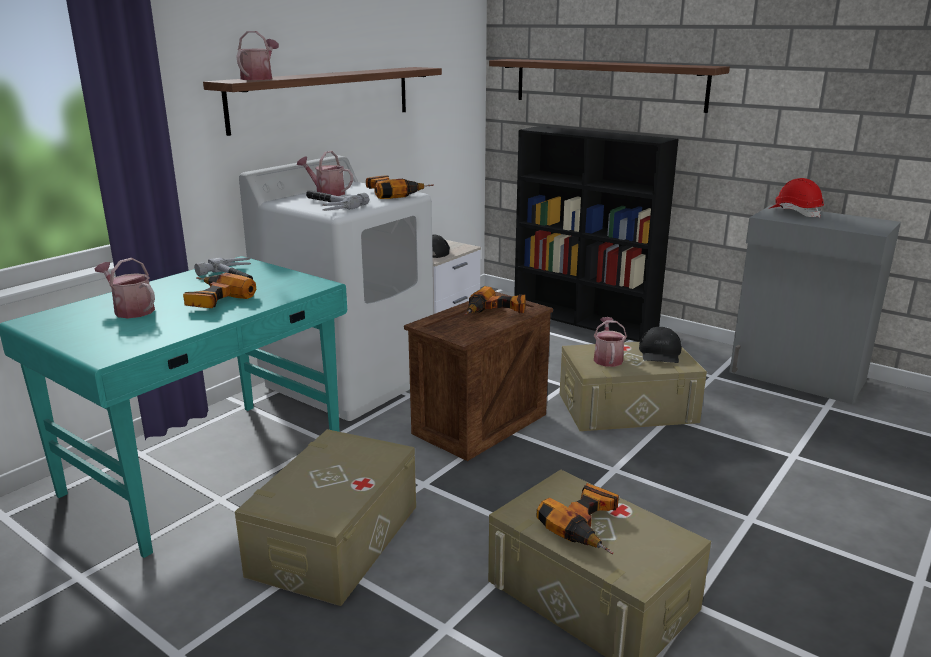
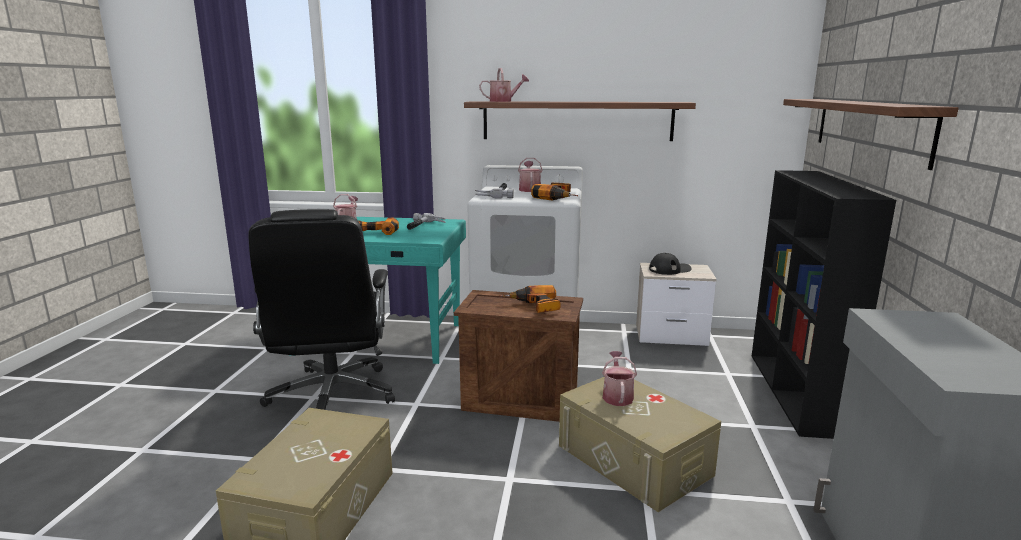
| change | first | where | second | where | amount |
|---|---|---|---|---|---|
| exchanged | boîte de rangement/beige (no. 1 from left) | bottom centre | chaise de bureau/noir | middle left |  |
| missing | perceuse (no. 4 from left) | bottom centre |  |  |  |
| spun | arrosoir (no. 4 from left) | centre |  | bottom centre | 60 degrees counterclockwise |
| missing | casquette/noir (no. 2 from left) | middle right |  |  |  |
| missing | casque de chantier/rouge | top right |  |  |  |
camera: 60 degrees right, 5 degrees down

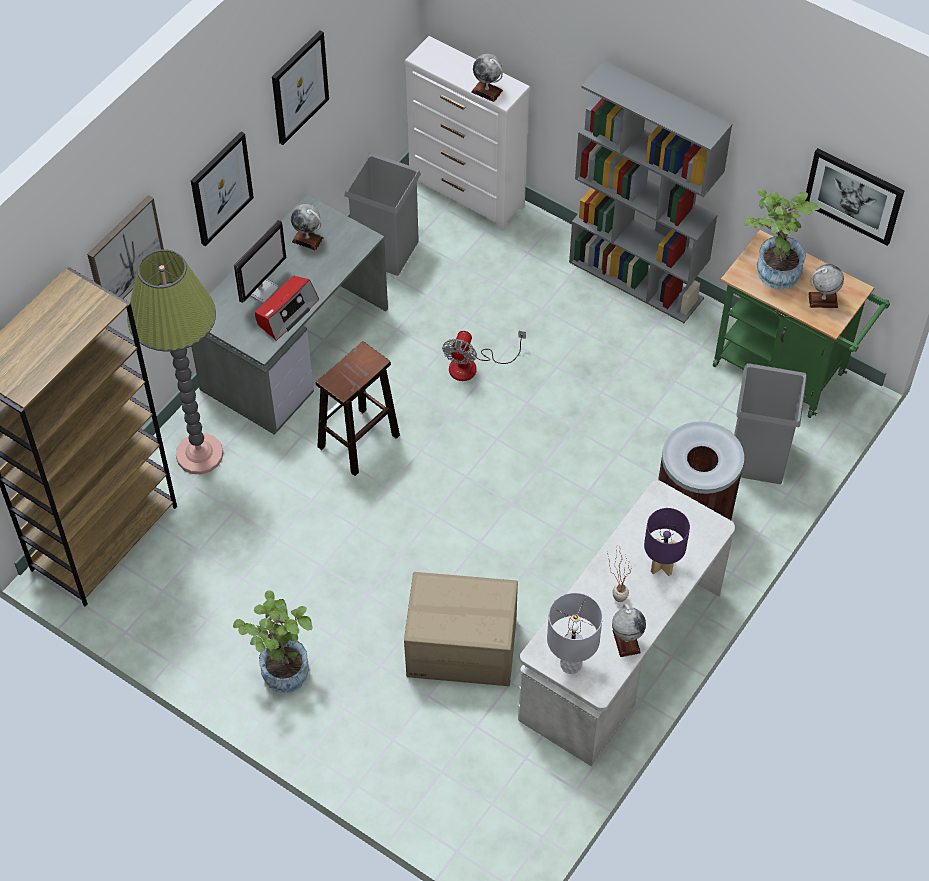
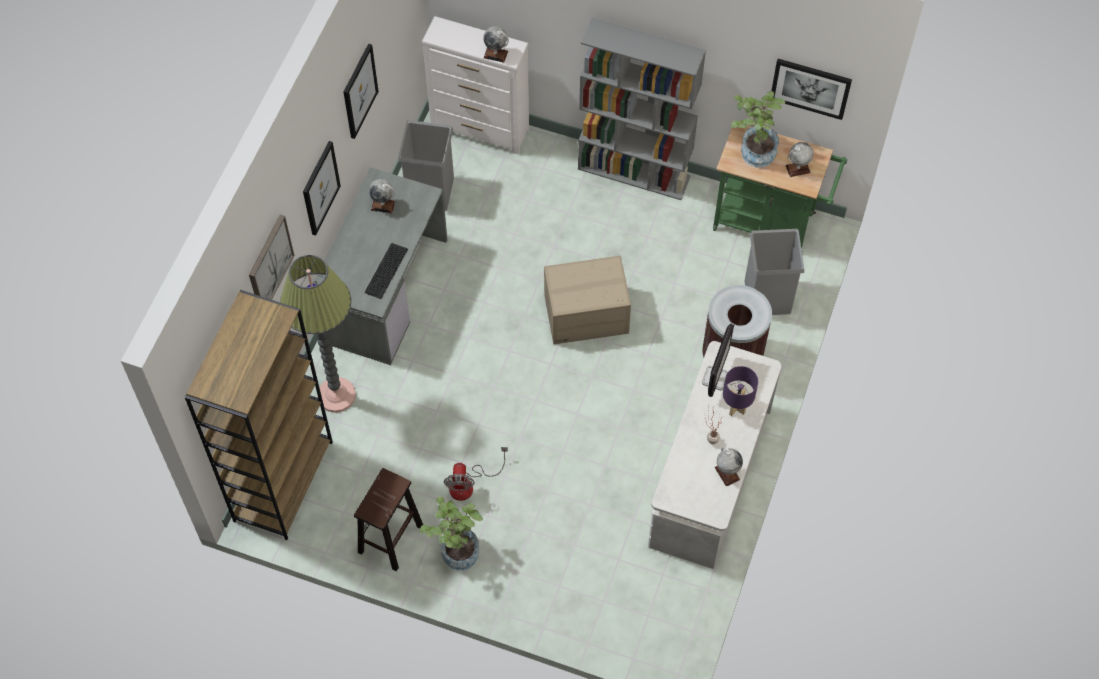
| change | first | where | second | where | amount |
|---|---|---|---|---|---|
| relocated | écran d'ordinateur | top left |  | centre |  |
| exchanged | radio | middle left | clavier | centre |  |
| relocated | tabouret/marron | centre |  | bottom centre |  |
| relocated | carton | bottom centre |  | centre |  |
| relocated | ventilateur | centre |  | bottom centre |  |
| missing | lampe de table/gris | bottom centre |  |  |  |
camera: 15 degrees left, 5 degrees up

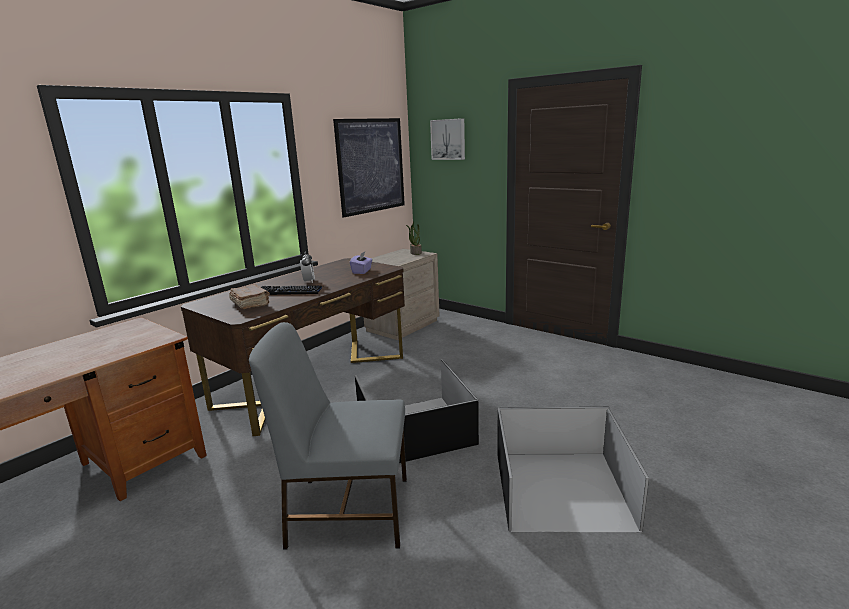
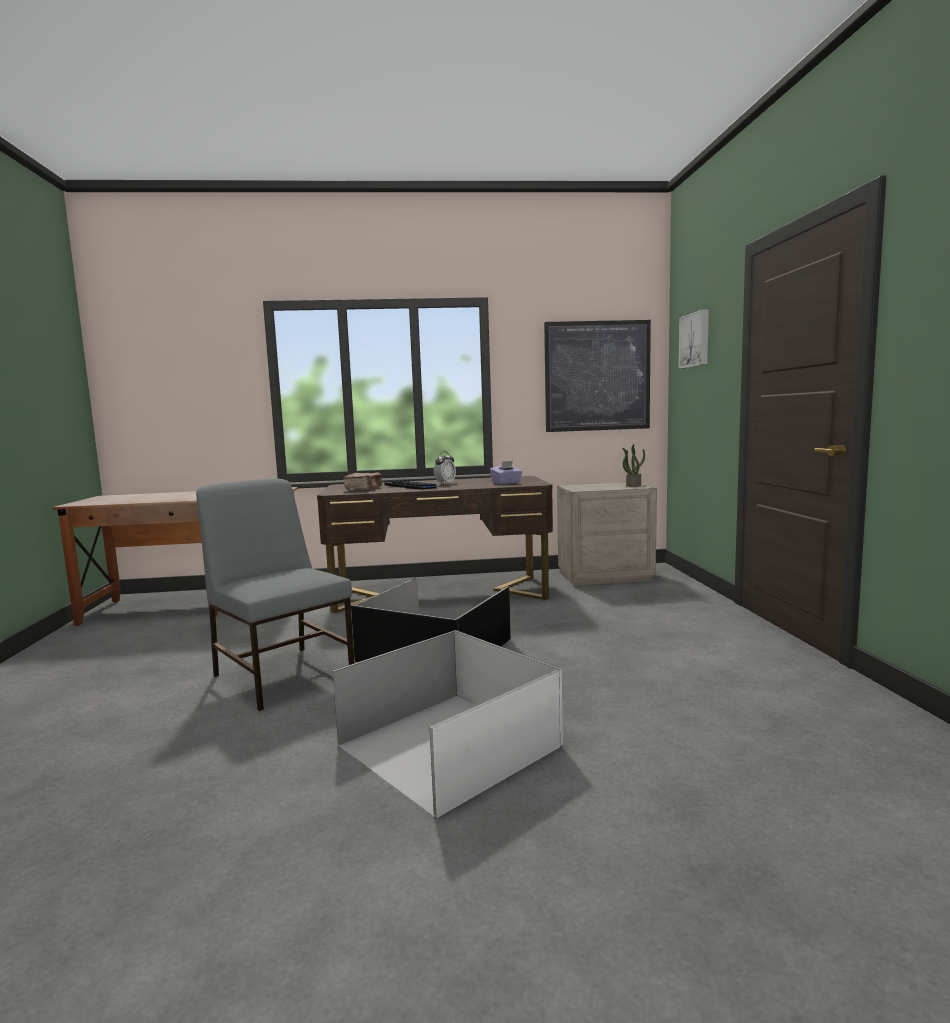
| change | first | where | second | where | amount |
|---|---|---|---|---|---|
| colour | boîte de rangement/noir (no. 2 from left) | bottom right | boîte de rangement/blanc | bottom centre |  |
camera: 45 degrees right, 10 degrees down

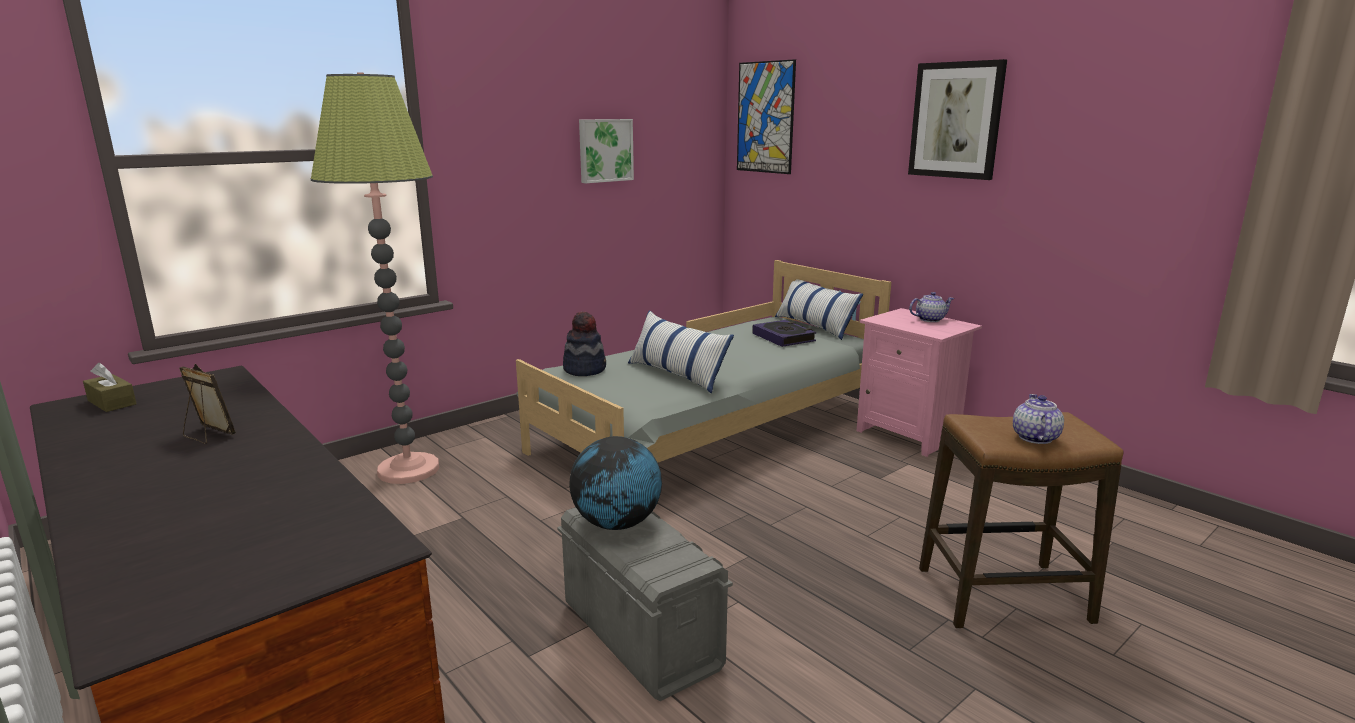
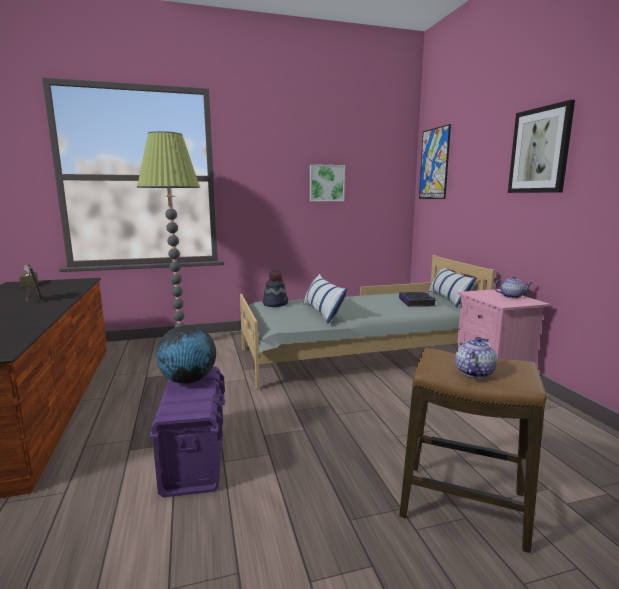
| change | first | where | second | where | amount |
|---|---|---|---|---|---|
| colour | boîte de rangement/gris | bottom centre | boîte de rangement/violet | bottom left |  |
camera: 25 degrees right, 5 degrees down

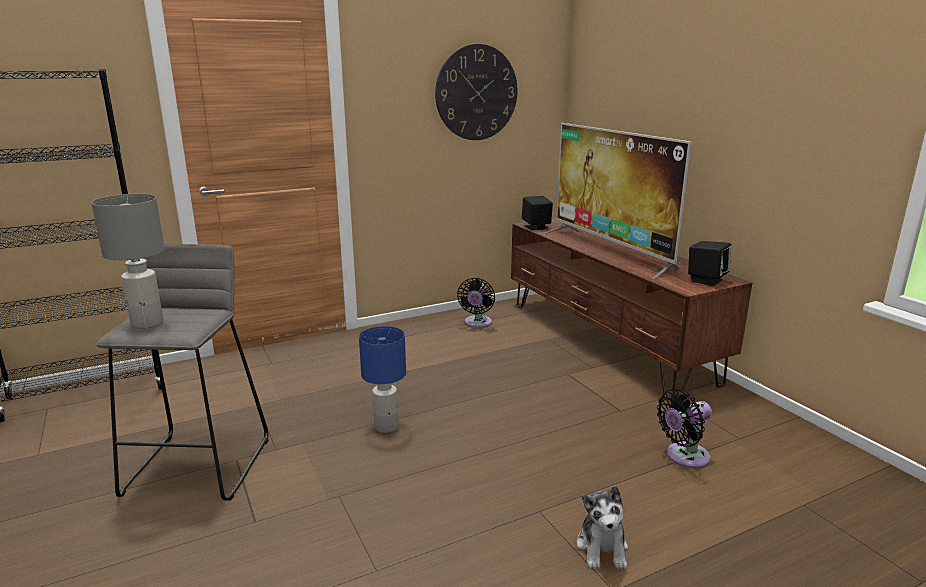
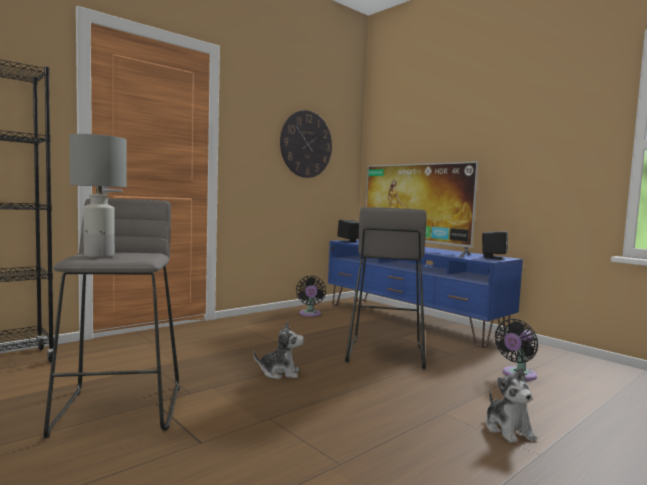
| change | first | where | second | where | amount |
|---|---|---|---|---|---|
| exchanged | lampe de table/bleu | centre | peluche (no. 1 from left) | bottom centre |  |
| colour | meuble télé/marron | middle right | meuble télé/bleu | centre |  |
| appeared |  |  | tabouret/gris (no. 2 from left) | centre |  |
camera: 15 degrees left, 15 degrees down

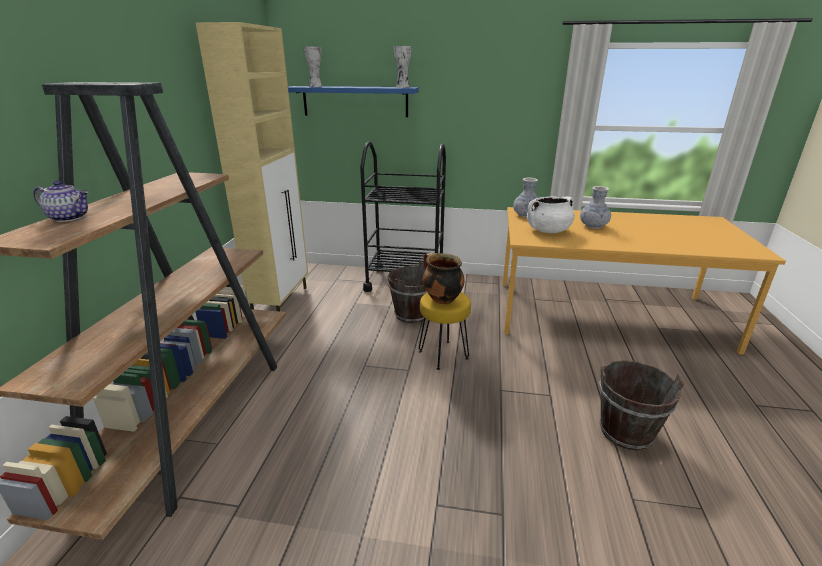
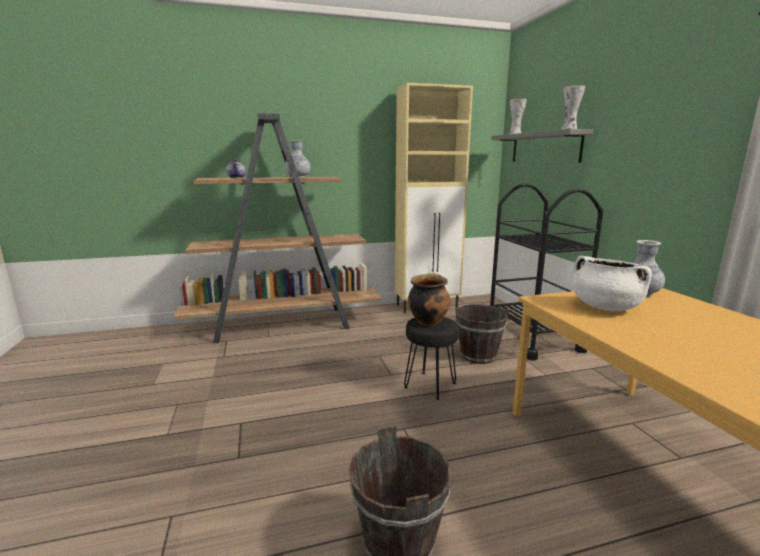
| change | first | where | second | where | amount |
|---|---|---|---|---|---|
| colour | étagère/bleu | top centre | étagère/gris | top right |  |
| colour | tabouret/jaune | centre | tabouret/noir | centre |  |
| relocated | vase (no. 4 from left in the first image) | middle right | vase (no. 1 from left) | top centre |  |
camera: 65 degrees right, 10 degrees down

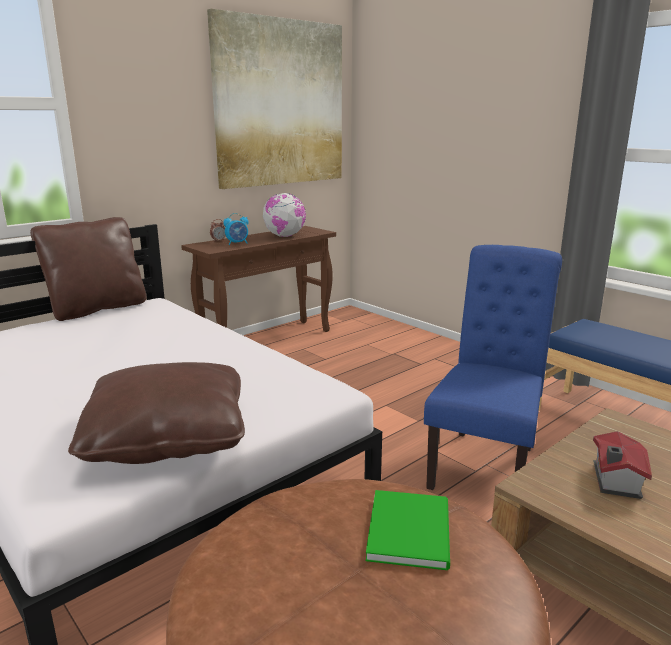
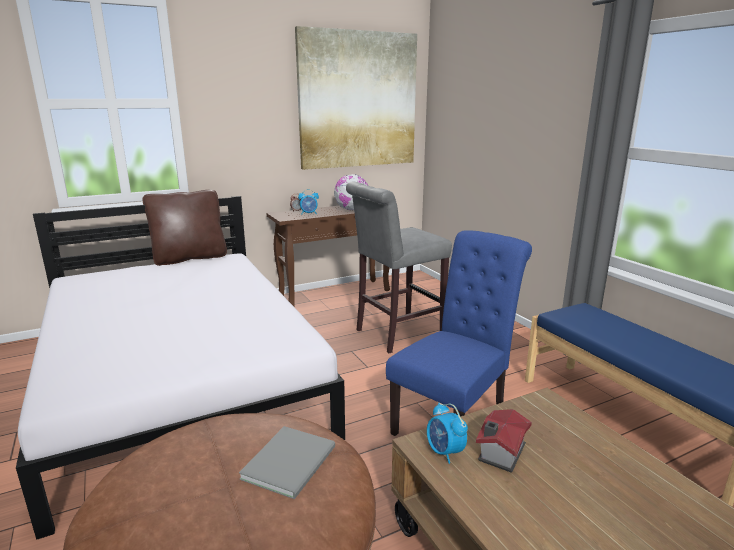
| change | first | where | second | where | amount |
|---|---|---|---|---|---|
| missing | coussin/marron (no. 2 from left) | middle left |  |  |  |
| colour | livre/vert | bottom centre | livre/gris | bottom centre |  |
| appeared |  |  | tabouret/gris | centre |  |
| appeared |  |  | réveil (no. 3 from left) | bottom centre |  |
camera: 15 degrees right, 0 degrees up

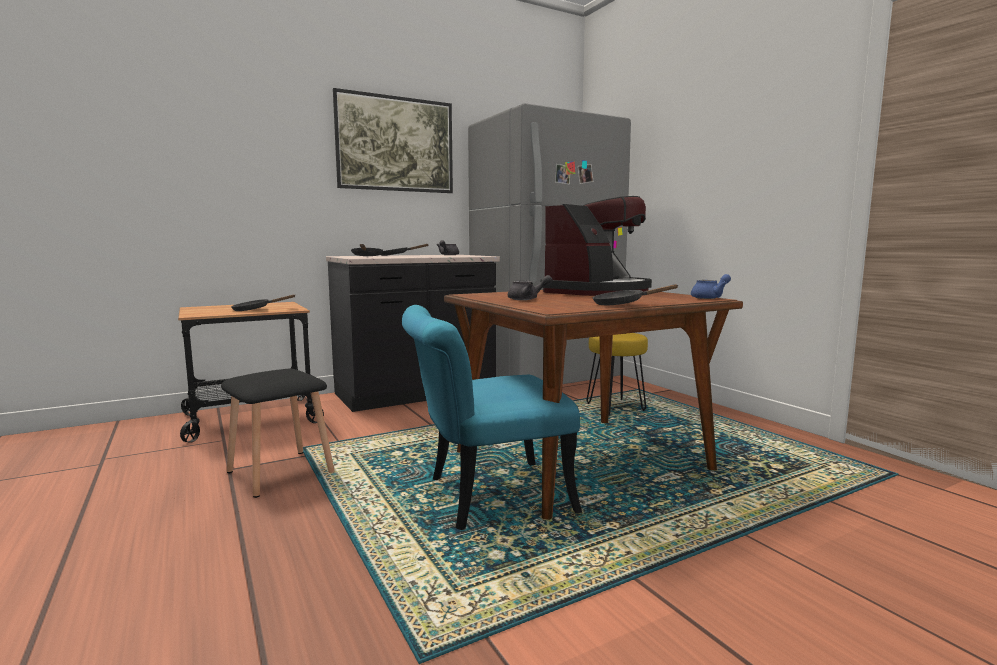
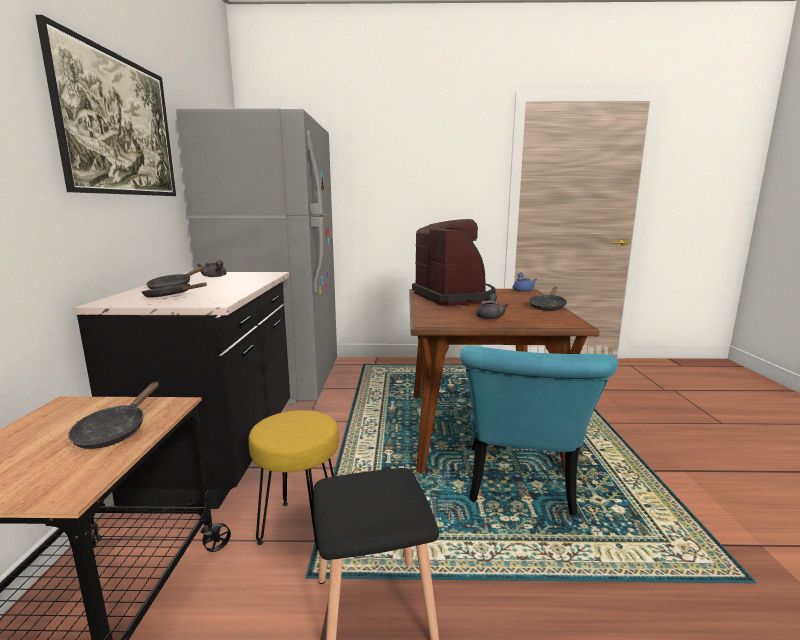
| change | first | where | second | where | amount |
|---|---|---|---|---|---|
| relocated | tabouret/jaune | centre |  | bottom centre |  |
camera: 60 degrees left, 5 degrees up

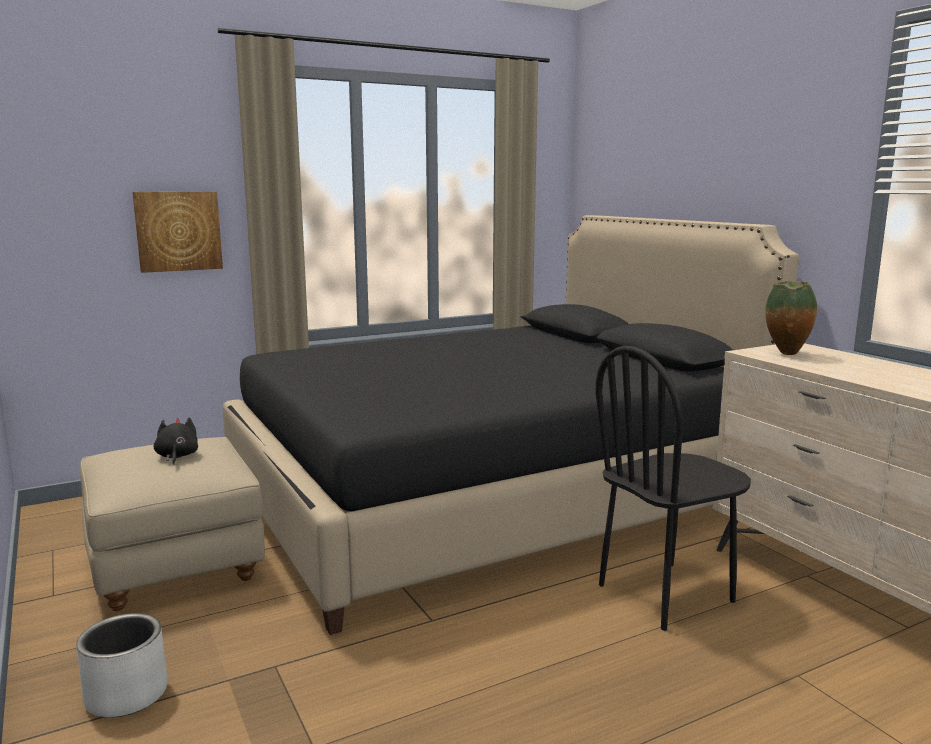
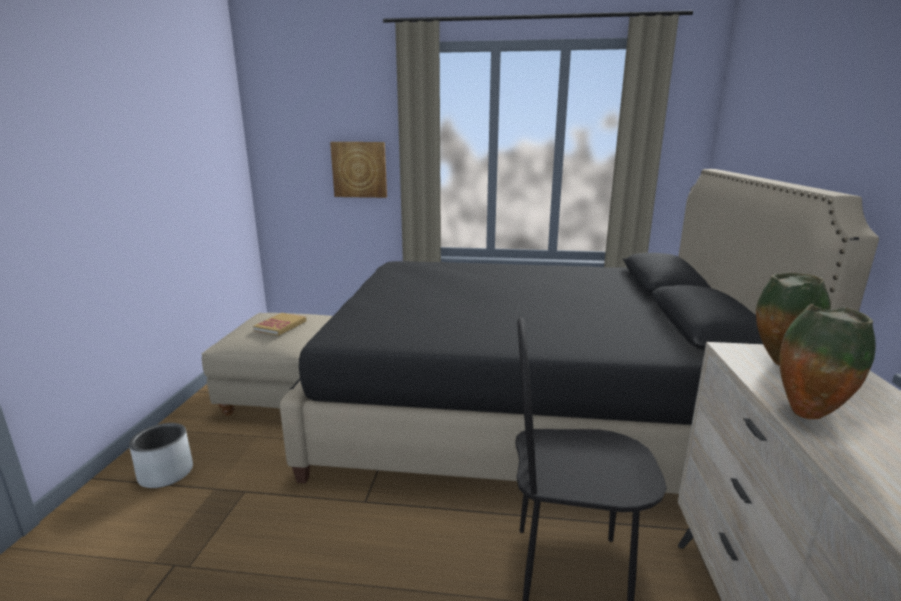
| change | first | where | second | where | amount |
|---|---|---|---|---|---|
| exchanged | peluche/noir | middle left | livre | middle left |  |
| appeared |  |  | vase (no. 2 from left) | middle right |  |
camera: 35 degrees right, 5 degrees up

